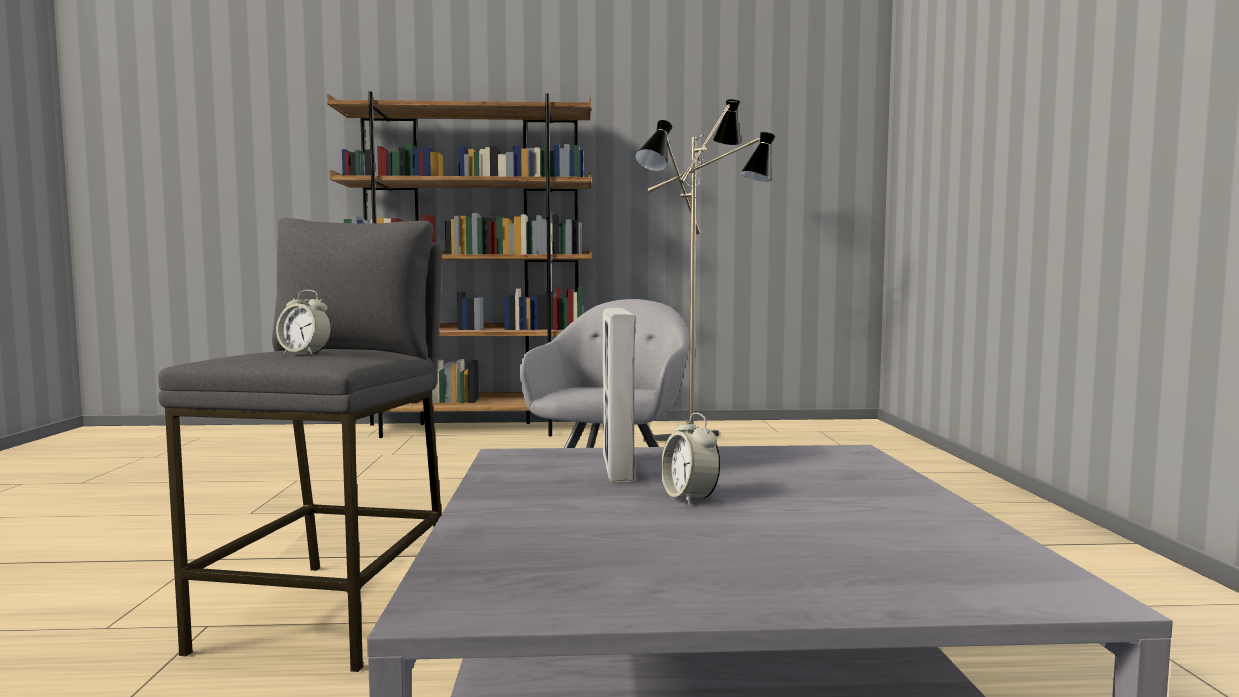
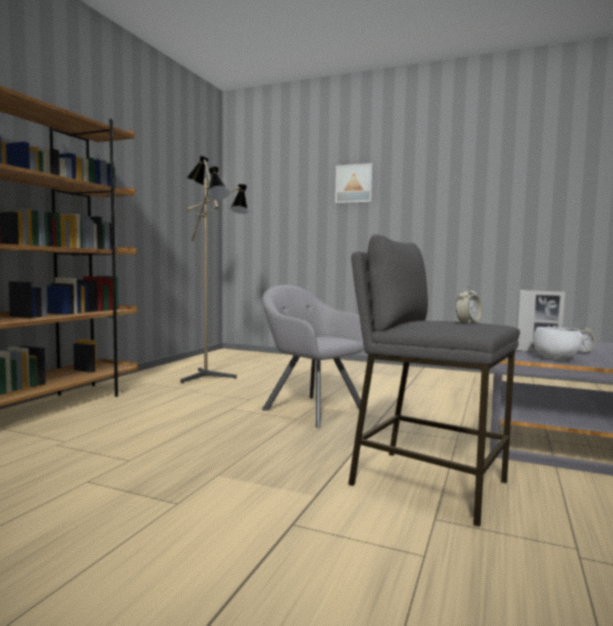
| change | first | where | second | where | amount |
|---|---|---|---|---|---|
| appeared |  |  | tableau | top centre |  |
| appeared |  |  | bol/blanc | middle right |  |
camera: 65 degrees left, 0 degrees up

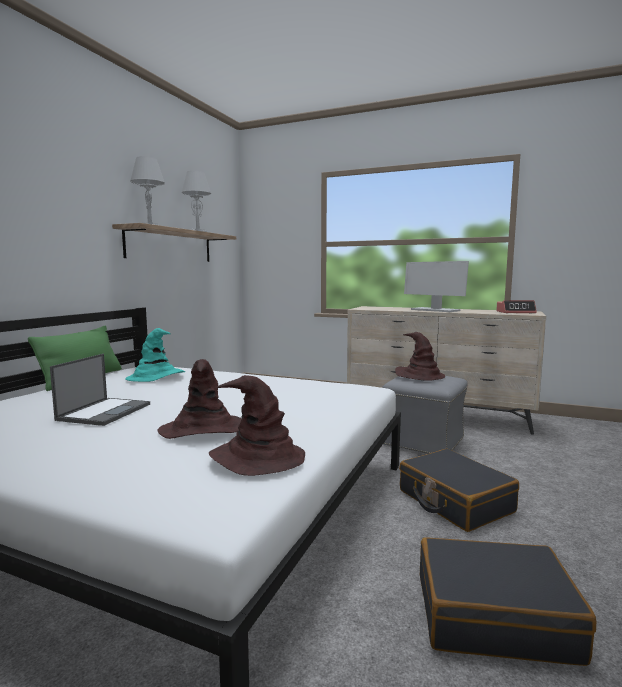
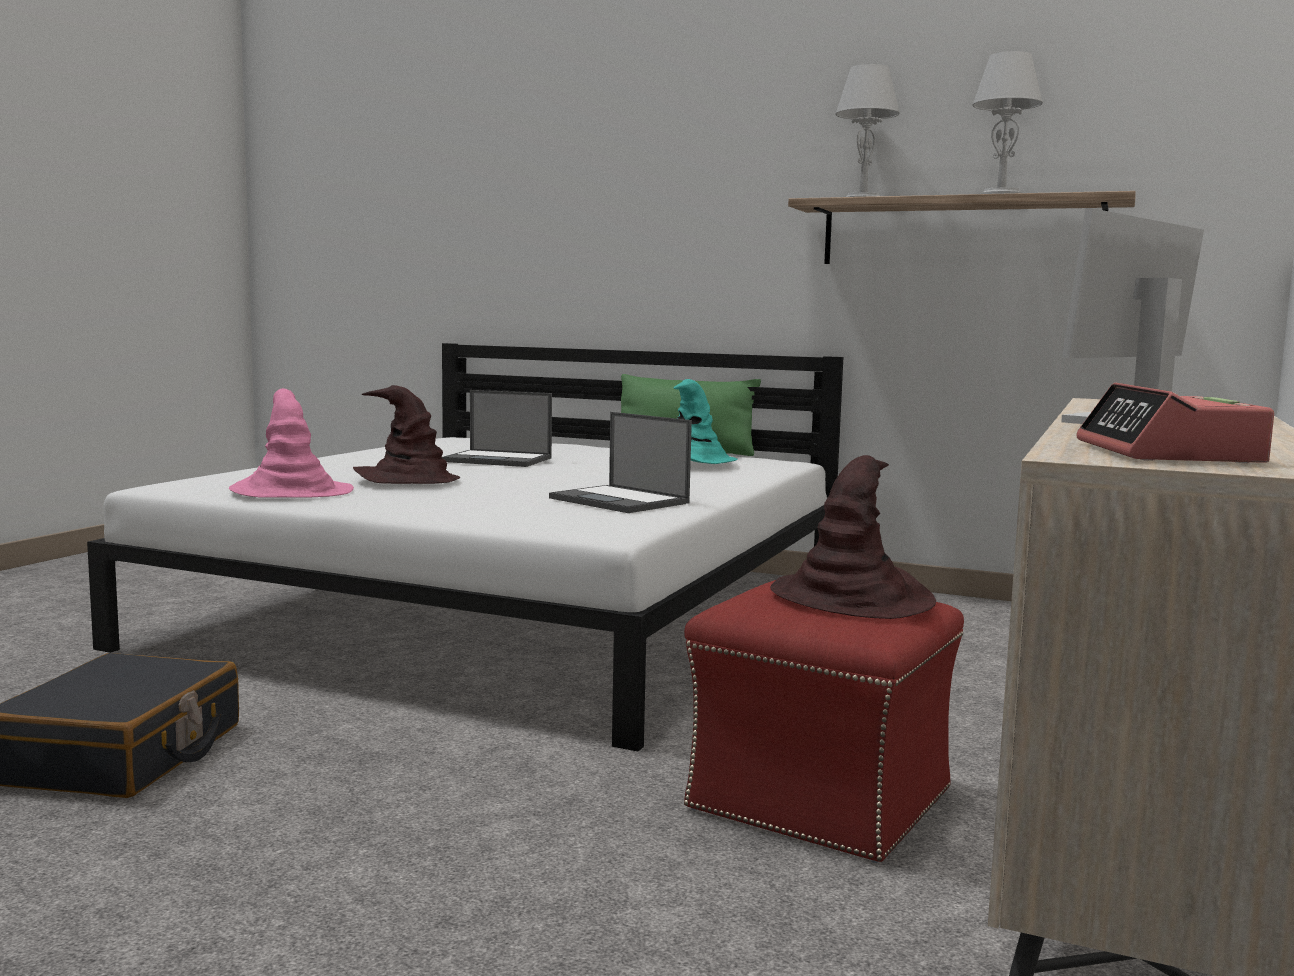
| change | first | where | second | where | amount |
|---|---|---|---|---|---|
| colour | chapeau/marron (no. 2 from left) | centre | chapeau/rose | middle left |  |
| colour | pouf/gris | middle right | pouf/rouge | bottom centre |  |
| missing | valise/noir (no. 1 from left) | bottom right |  |  |  |
| appeared |  |  | ordinateur portable (no. 2 from left) | centre |  |
camera: 90 degrees right, 0 degrees up

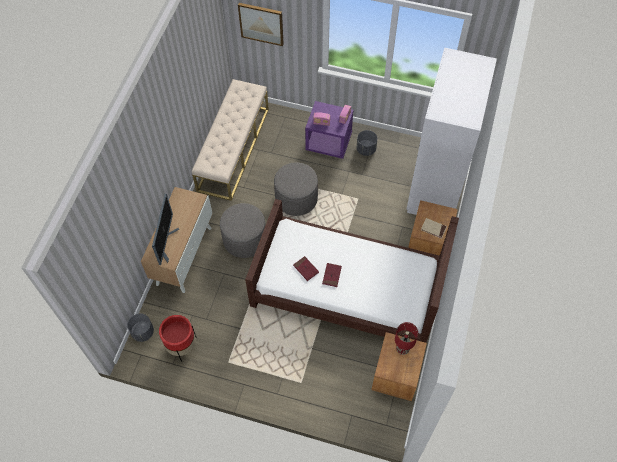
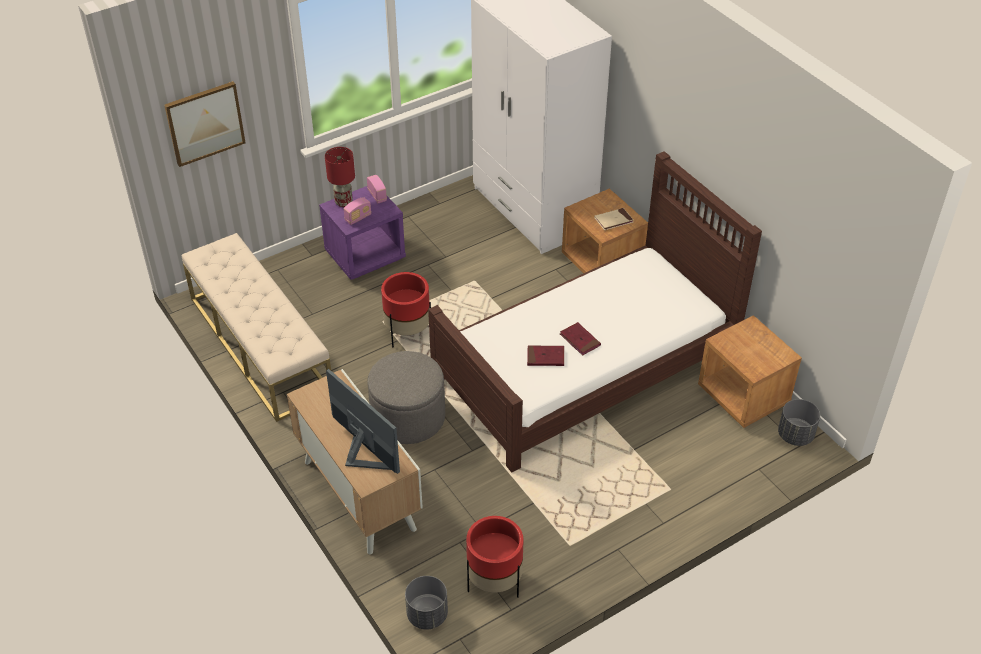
| change | first | where | second | where | amount |
|---|---|---|---|---|---|
| exchanged | pouf/gris (no. 2 from left) | centre | cache-pot/rouge (no. 1 from left) | centre |  |
| relocated | cache-pot/gris (no. 2 from left) | top centre |  | middle right |  |
| relocated | lampe de table/rouge | bottom centre |  | top centre |  |
camera: 50 degrees left, 15 degrees down

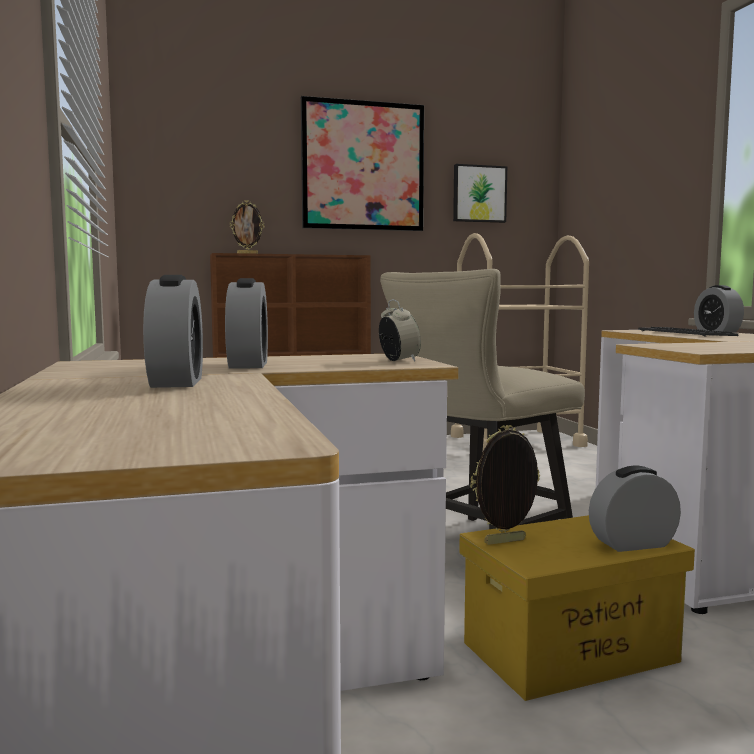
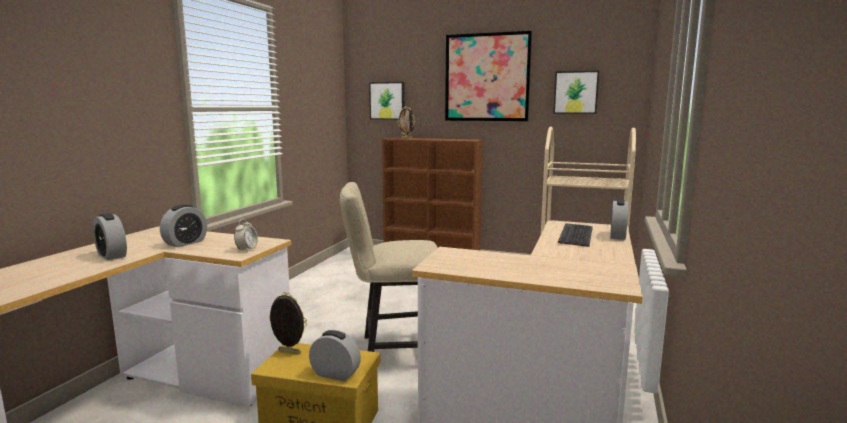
| change | first | where | second | where | amount |
|---|---|---|---|---|---|
| spun | réveil (no. 1 from left) | middle left |  | middle left | 105 degrees clockwise |
| appeared |  |  | tableau (no. 1 from left) | top centre |  |
camera: 35 degrees right, 5 degrees up

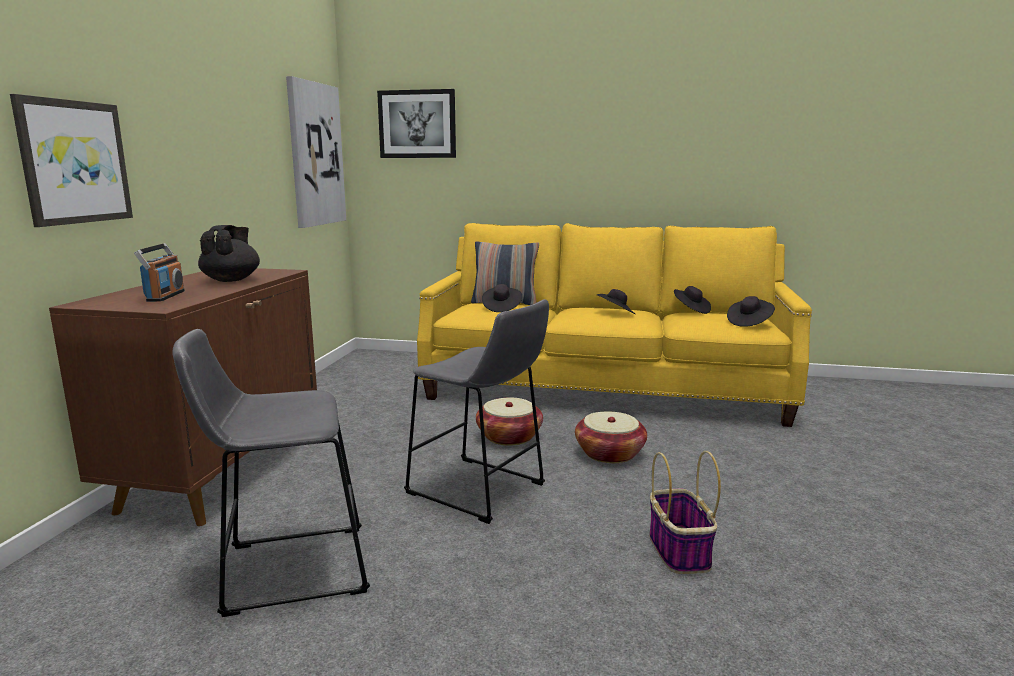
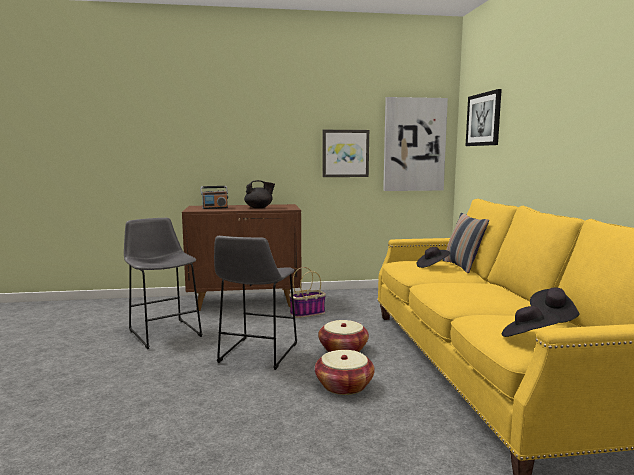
| change | first | where | second | where | amount |
|---|---|---|---|---|---|
| relocated | tableau (no. 1 from left) | top left |  | top centre |  |
| missing | chapeau/noir (no. 2 from left) | centre |  |  |  |
| relocated | panier (no. 3 from left in the first image) | bottom right | panier (no. 1 from left) | centre |  |
camera: 70 degrees right, 5 degrees down

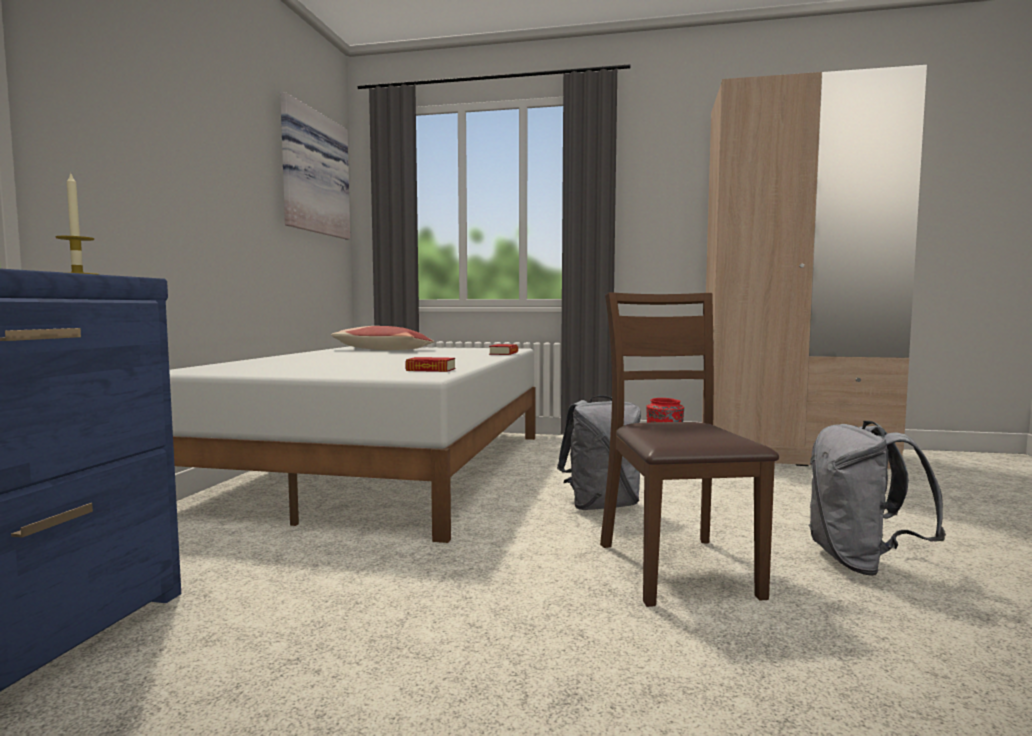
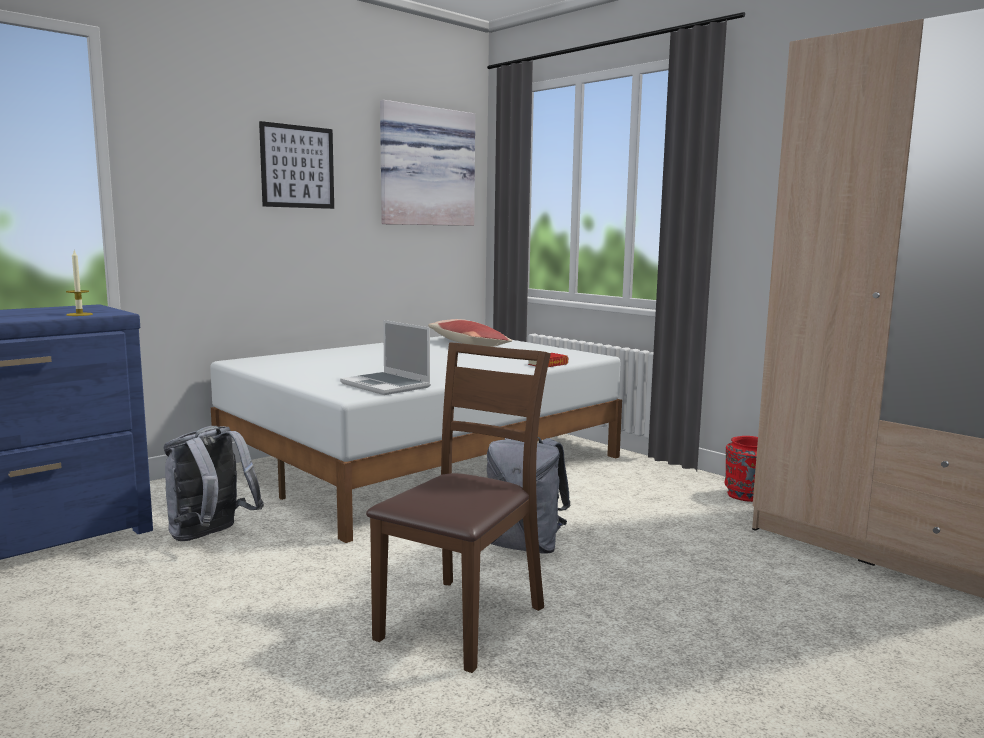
| change | first | where | second | where | amount |
|---|---|---|---|---|---|
| exchanged | livre (no. 1 from left) | centre | ordinateur portable | centre |  |
| relocated | sac à dos/gris (no. 2 from left in the first image) | bottom right | sac à dos/gris (no. 1 from left) | middle left |  |
| appeared |  |  | tableau (no. 1 from left) | top left |  |
camera: 35 degrees right, 5 degrees up

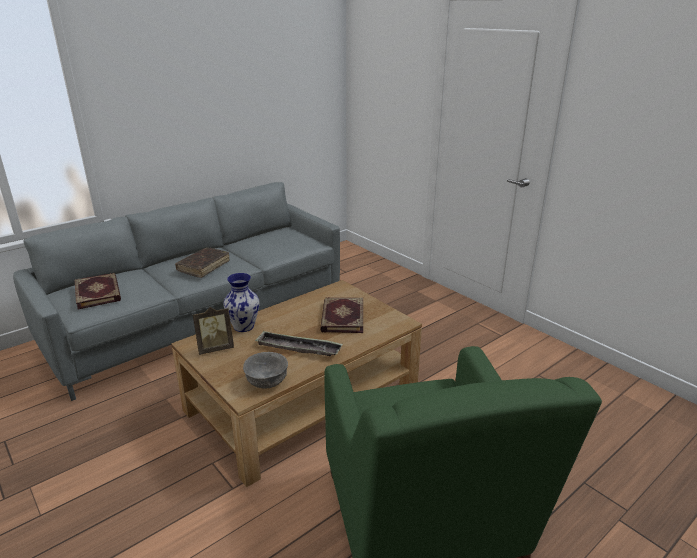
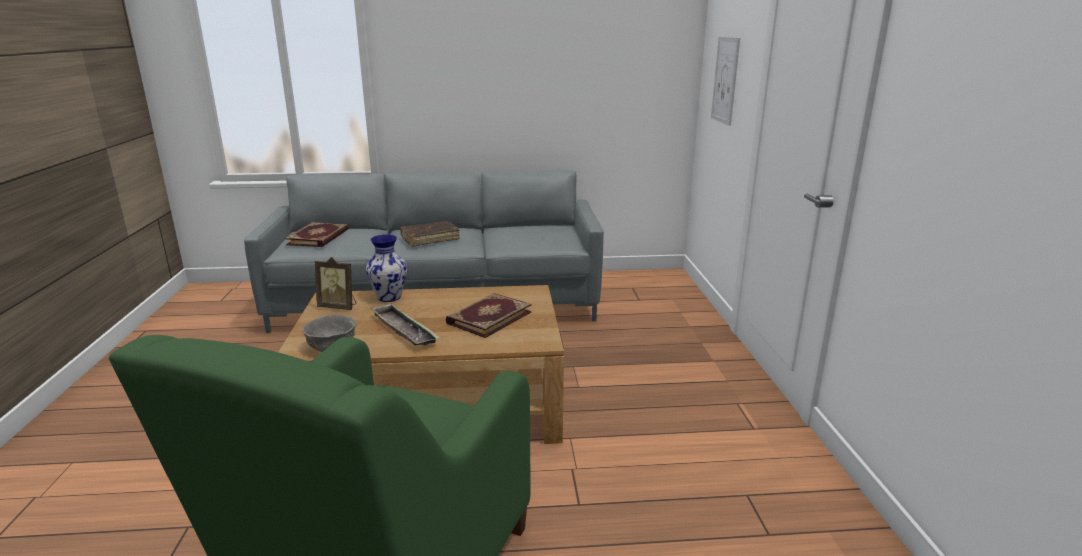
| change | first | where | second | where | amount |
|---|---|---|---|---|---|
| appeared |  |  | tableau | top right |  |
camera: 35 degrees right, 5 degrees down

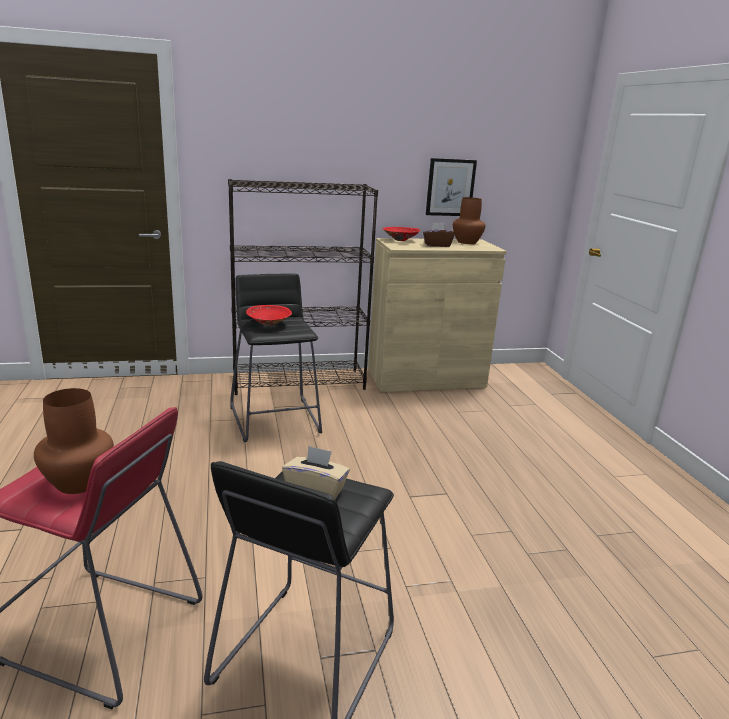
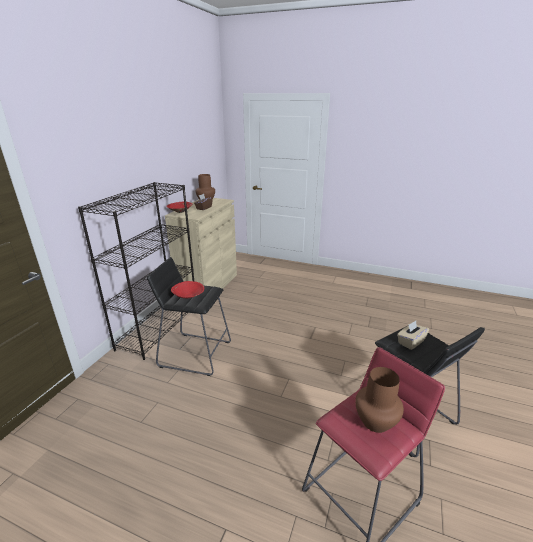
| change | first | where | second | where | amount |
|---|---|---|---|---|---|
| missing | tableau | top centre |  |  |  |
camera: 55 degrees left, 5 degrees up

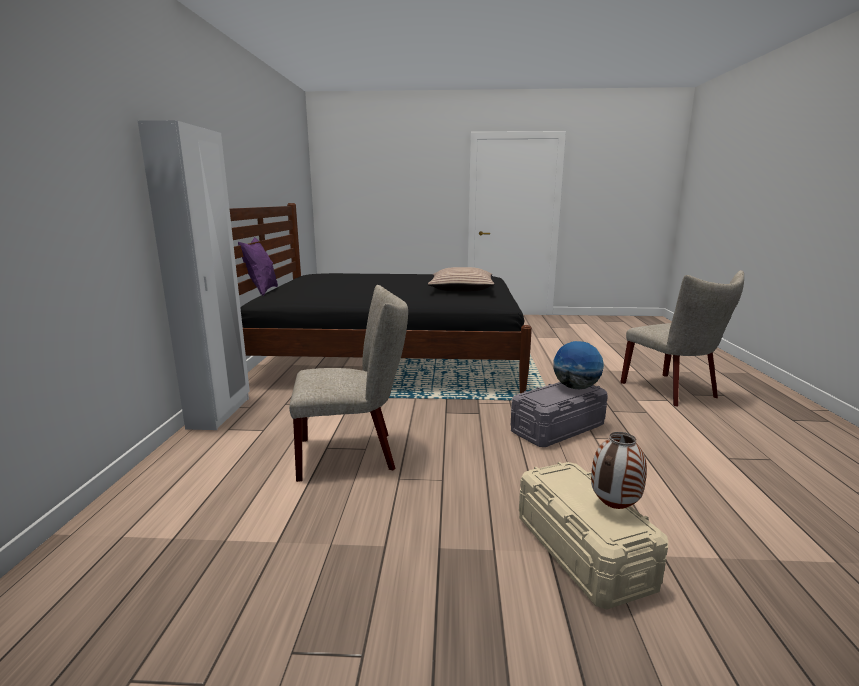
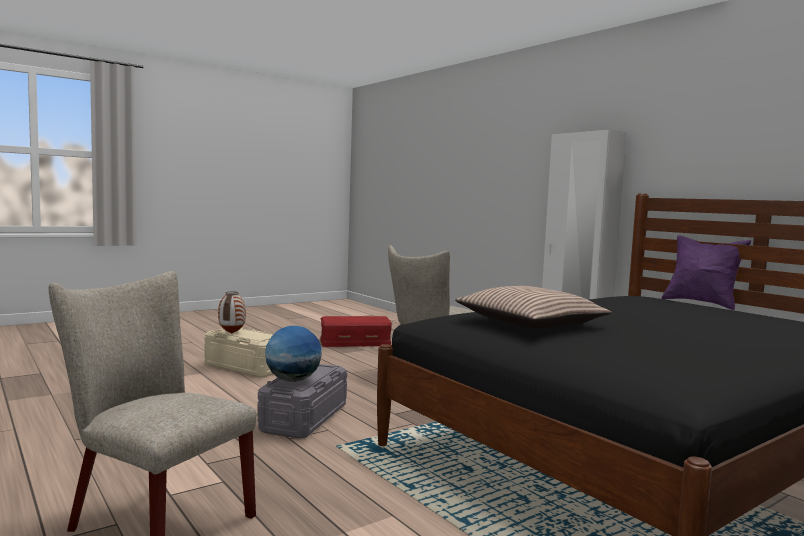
| change | first | where | second | where | amount |
|---|---|---|---|---|---|
| appeared |  |  | boîte de rangement/rouge | centre |  |
camera: 140 degrees right, 10 degrees down

